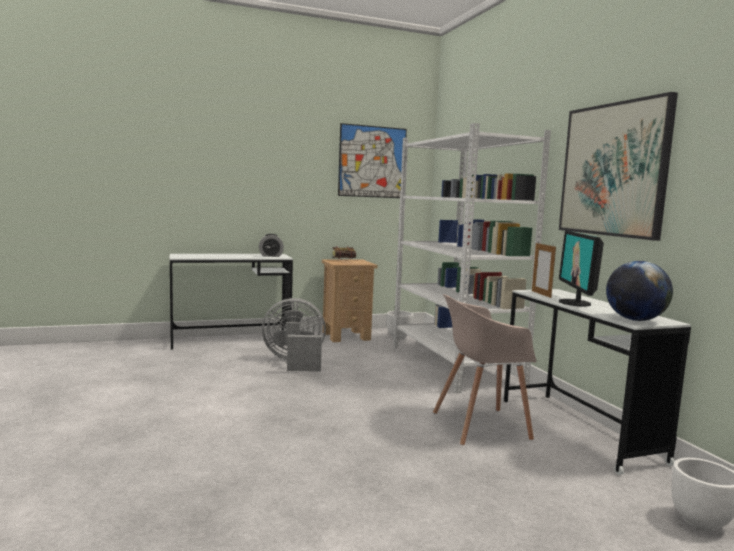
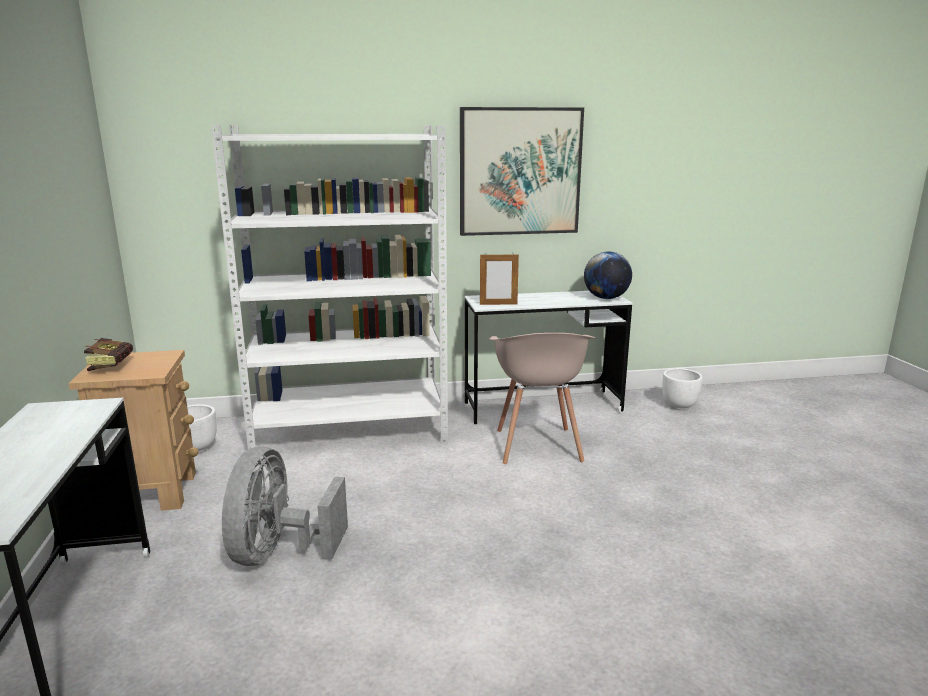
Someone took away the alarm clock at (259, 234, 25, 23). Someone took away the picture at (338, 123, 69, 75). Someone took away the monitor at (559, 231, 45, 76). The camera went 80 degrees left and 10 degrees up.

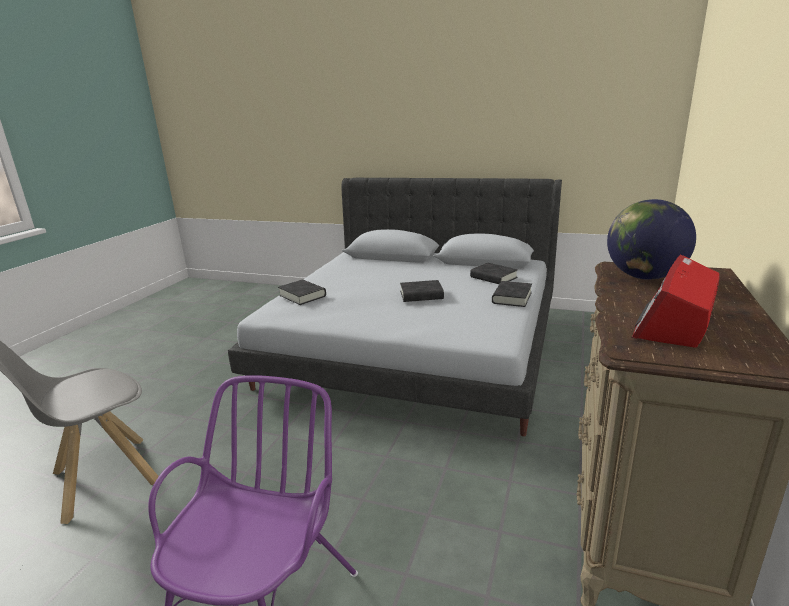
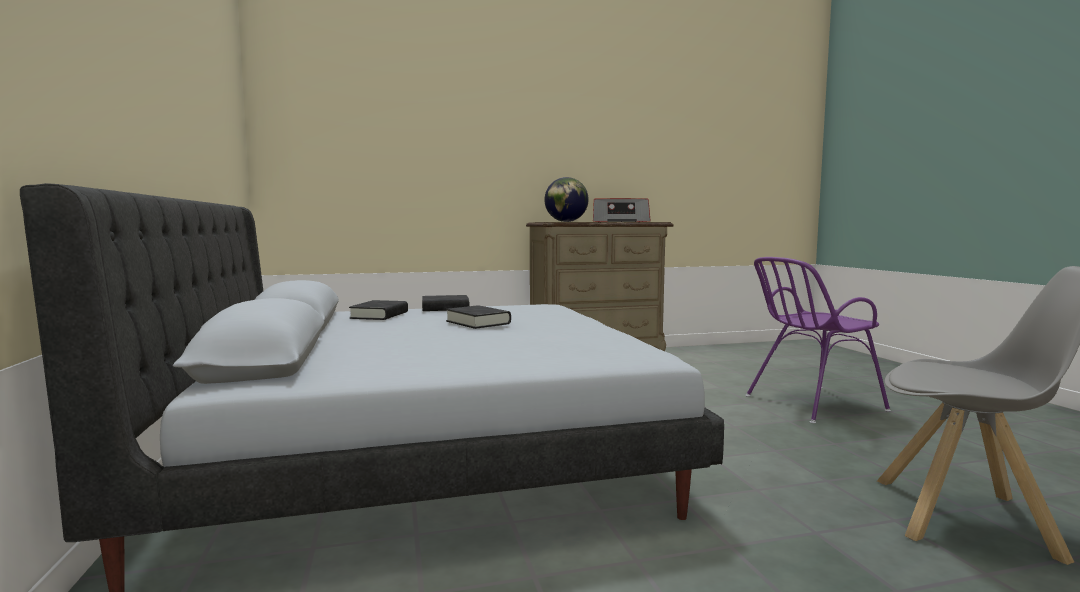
Someone took away the black book at (278, 280, 48, 25). The camera went 125 degrees left and 15 degrees down.

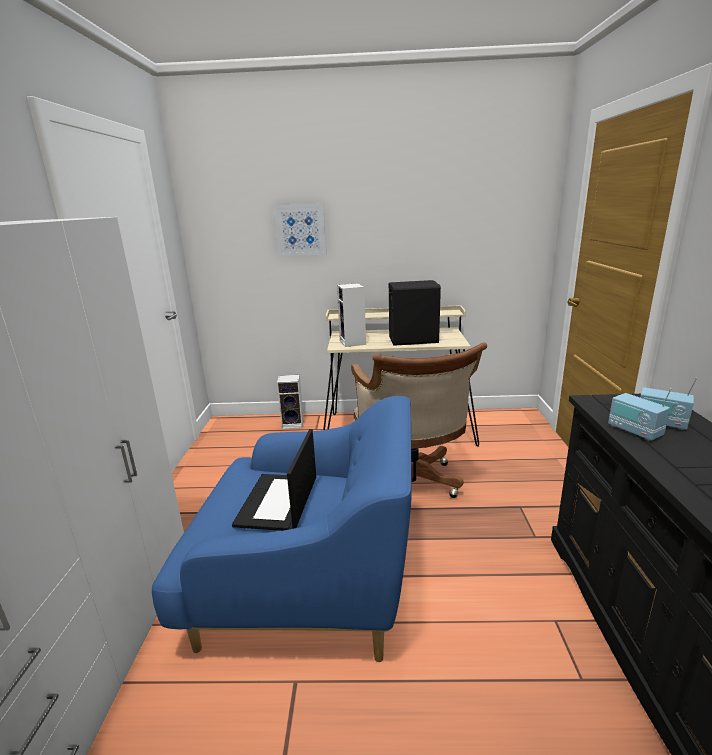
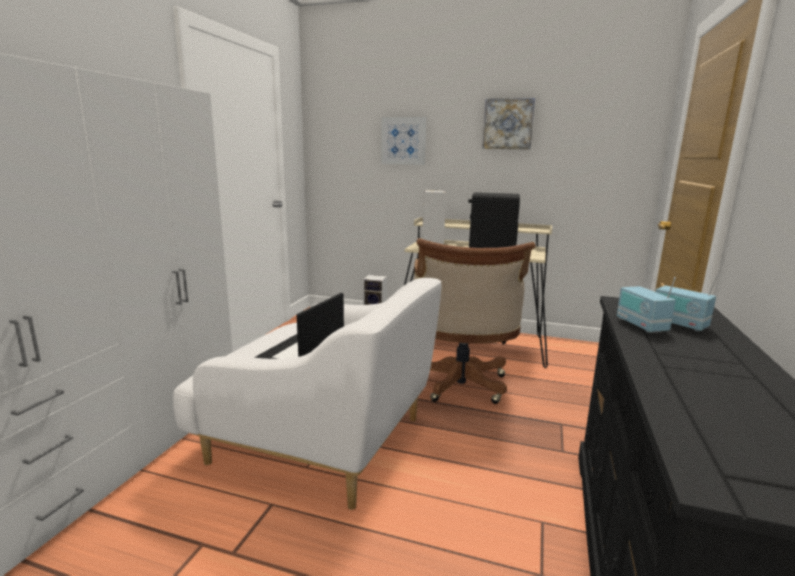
Someone put up the picture at (482, 98, 53, 52). Someone repainted the blue armchair at (152, 396, 260, 266), which became the white armchair at (173, 278, 268, 232). The camera went 15 degrees right and 5 degrees down.

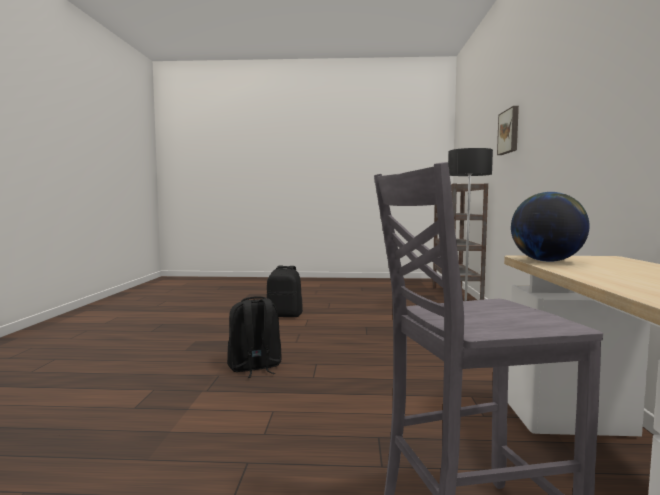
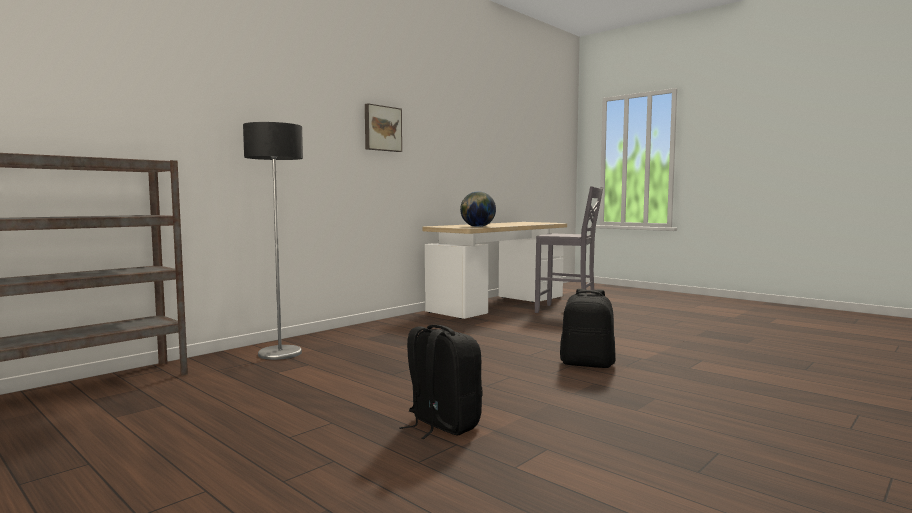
Someone carried the picture from (497, 106, 22, 49) to (365, 103, 37, 49). The camera went 140 degrees left and 0 degrees up.

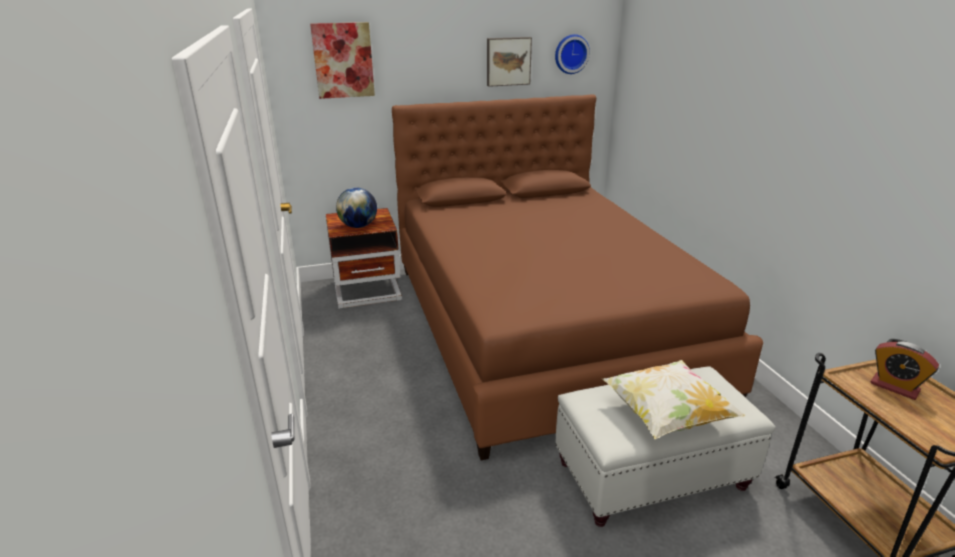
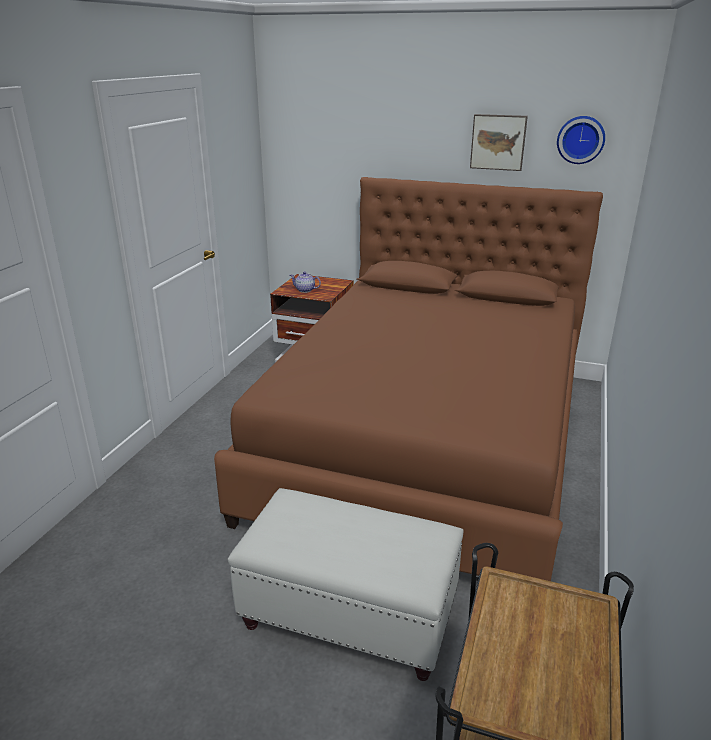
Someone took away the picture at (310, 22, 65, 77). Someone took away the pillow at (602, 360, 143, 79). Someone took away the alarm clock at (870, 341, 69, 59). Someone swapped the globe at (336, 187, 41, 41) for the teapot at (290, 272, 31, 21). The camera went 35 degrees right and 0 degrees up.

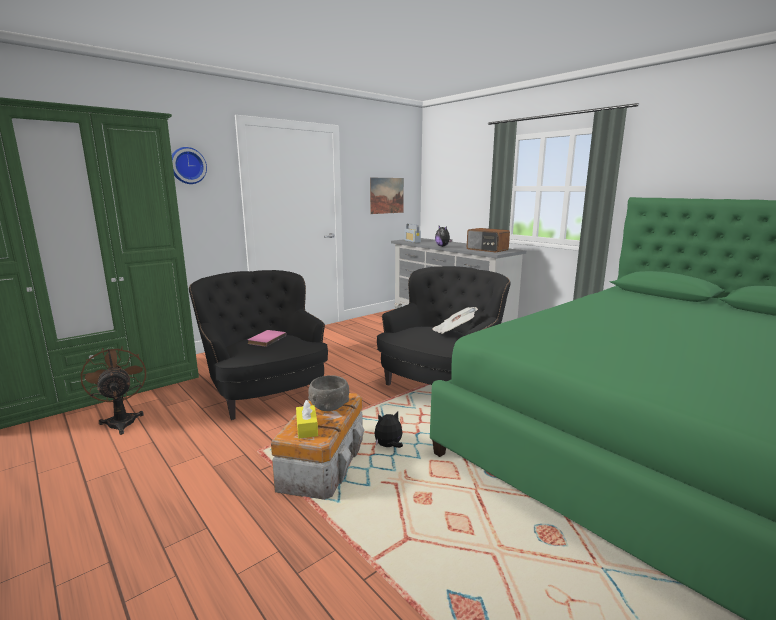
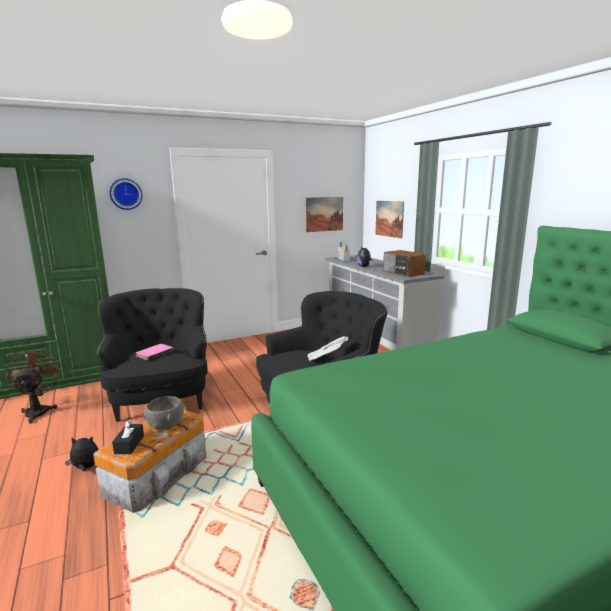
Someone put up the picture at (375, 201, 29, 38). Someone carried the plush toy from (374, 411, 29, 37) to (65, 436, 34, 35). Someone repainted the yellow tissue box at (296, 400, 22, 38), which became the black tissue box at (112, 419, 32, 35). The camera went 15 degrees right and 0 degrees up.

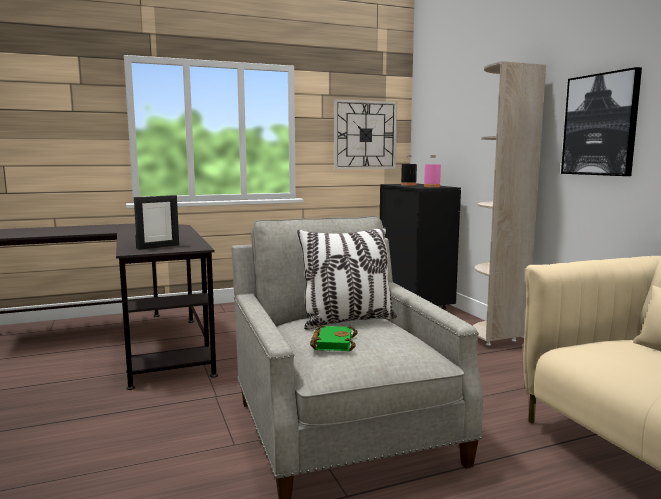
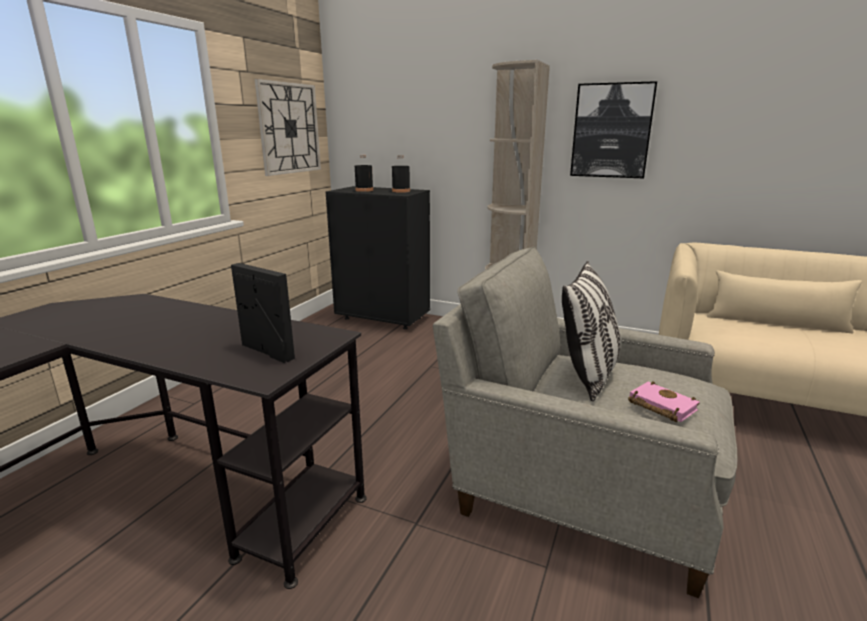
Someone repainted the green book at (310, 325, 48, 26), which became the pink book at (628, 381, 72, 41). Someone repainted the pink bottle at (424, 155, 17, 32), which became the black bottle at (392, 155, 18, 38). Someone rotated the picture frame at (134, 195, 45, 55) by 60 degrees counterclockwise. The camera went 45 degrees left and 10 degrees up.

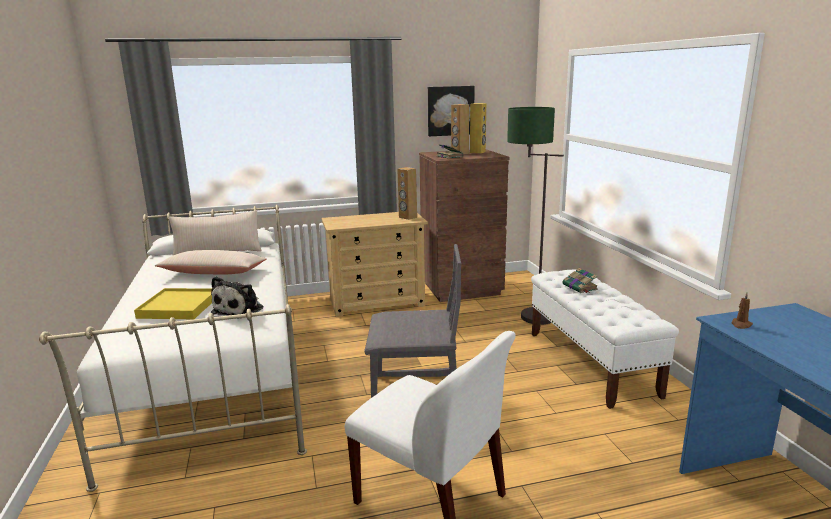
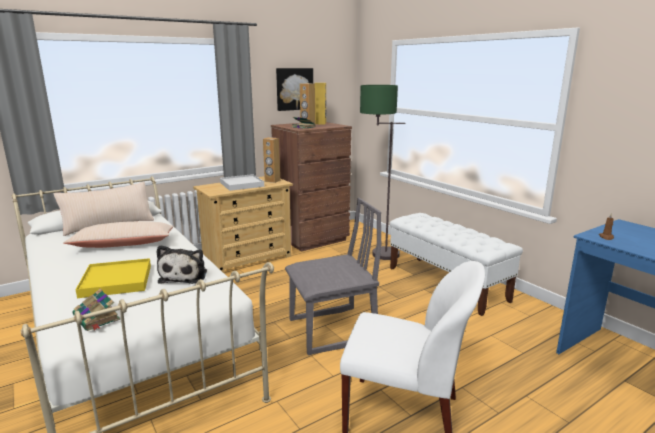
Someone put down the white tray at (220, 174, 44, 17). Someone carried the book from (562, 268, 36, 25) to (73, 288, 47, 43). The camera went 20 degrees left and 0 degrees up.

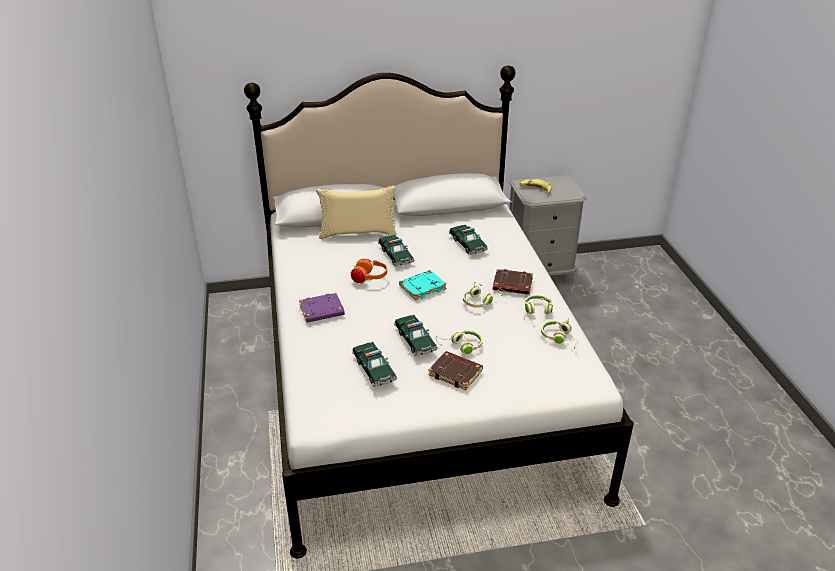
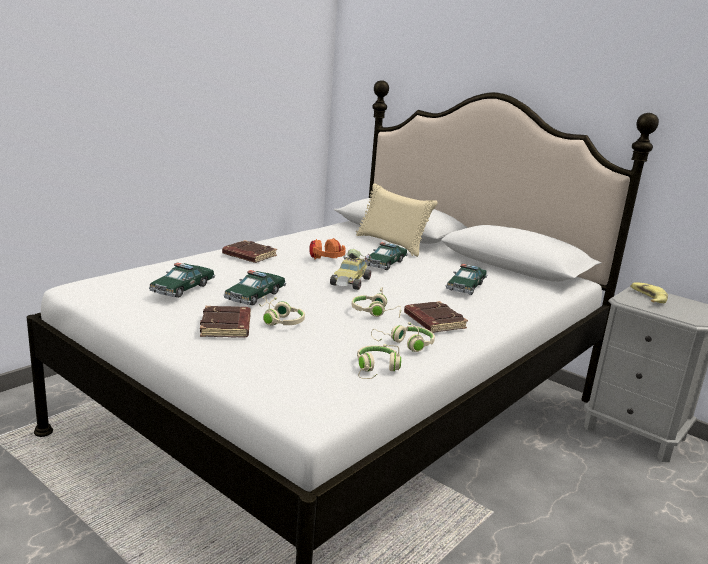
Someone swapped the turquoise book at (399, 270, 48, 31) for the toy car at (330, 249, 41, 41). Someone repainted the purple book at (299, 293, 46, 30), which became the brown book at (222, 240, 55, 23). The camera went 50 degrees right and 15 degrees down.

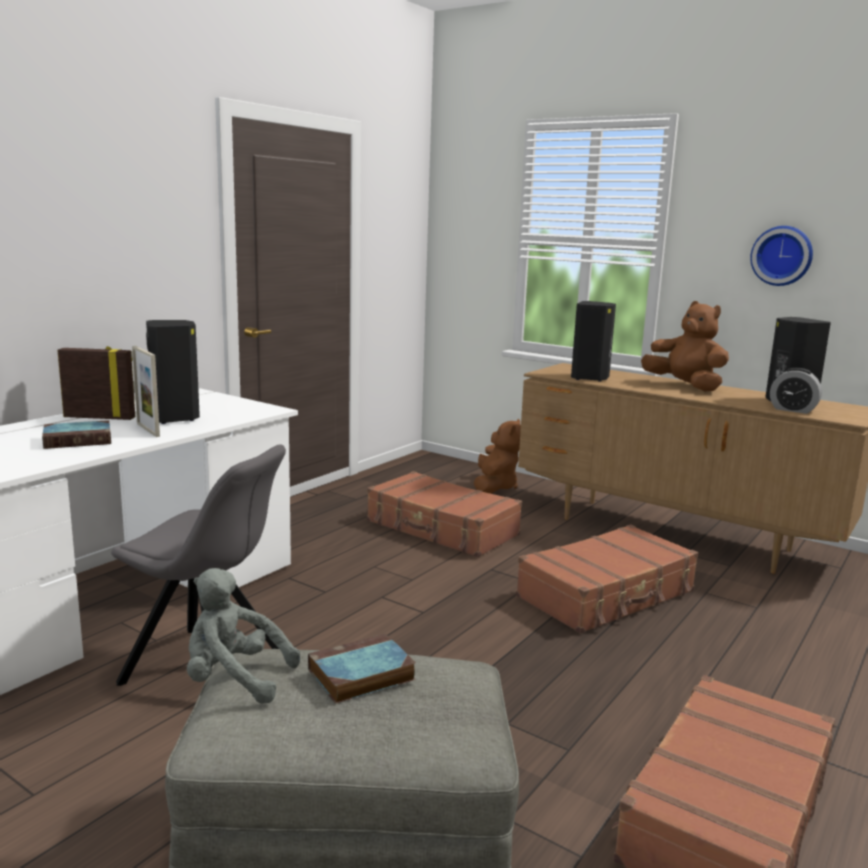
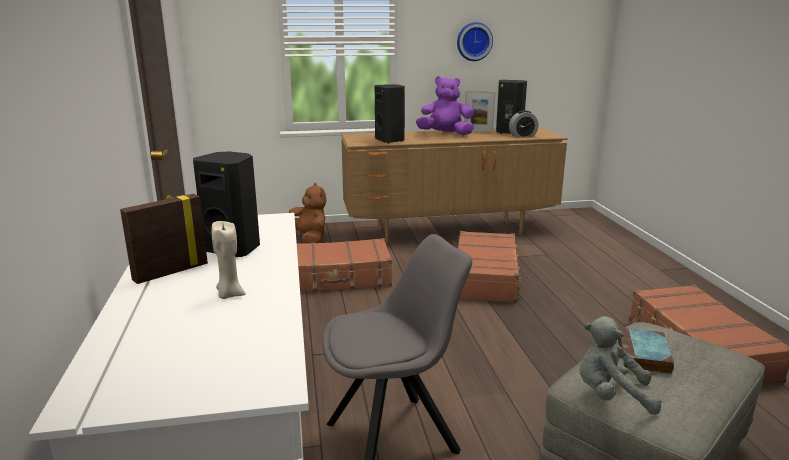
Someone carried the picture frame from (132, 346, 28, 91) to (464, 91, 31, 42). Someone swapped the book at (42, 420, 69, 29) for the beige candle at (212, 221, 34, 78). Someone repainted the brown plush toy at (641, 301, 88, 90), which became the purple plush toy at (416, 76, 58, 59). Someone rotated the grey plush toy at (187, 568, 113, 136) by 45 degrees clockwise. The camera went 45 degrees left and 5 degrees up.

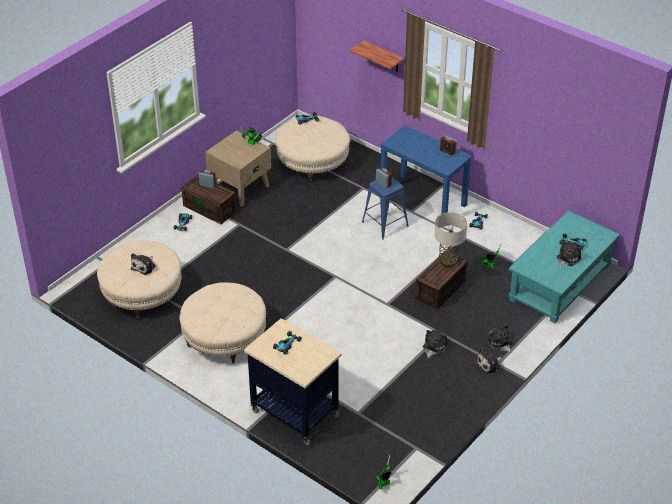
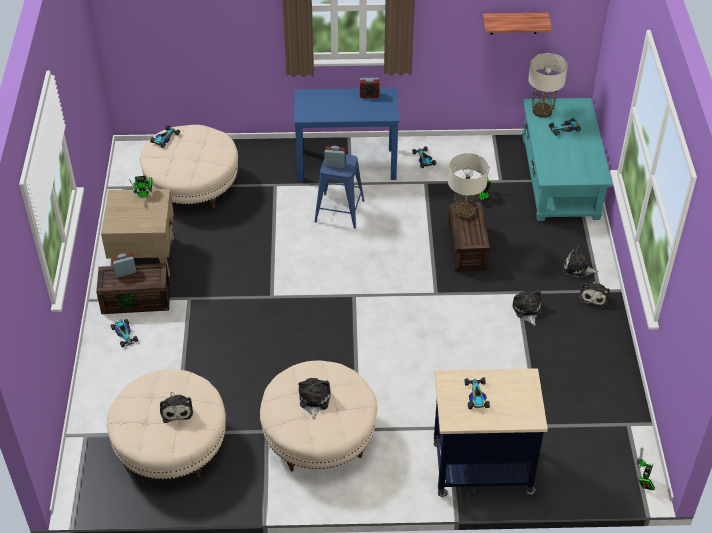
Someone put down the table lamp at (528, 53, 40, 65). Someone carried the shelf from (350, 40, 54, 32) to (483, 13, 69, 22). Someone carried the plush toy from (557, 241, 24, 27) to (298, 378, 33, 42). The camera went 40 degrees left and 5 degrees up.

